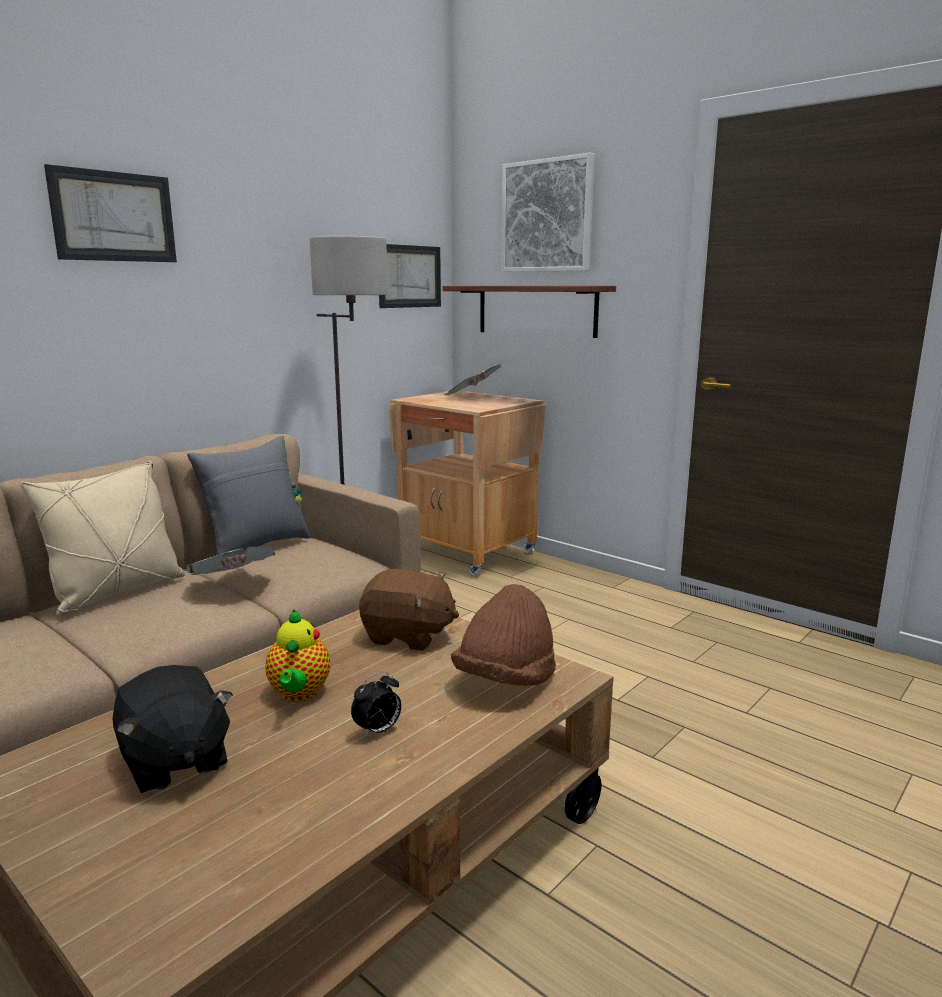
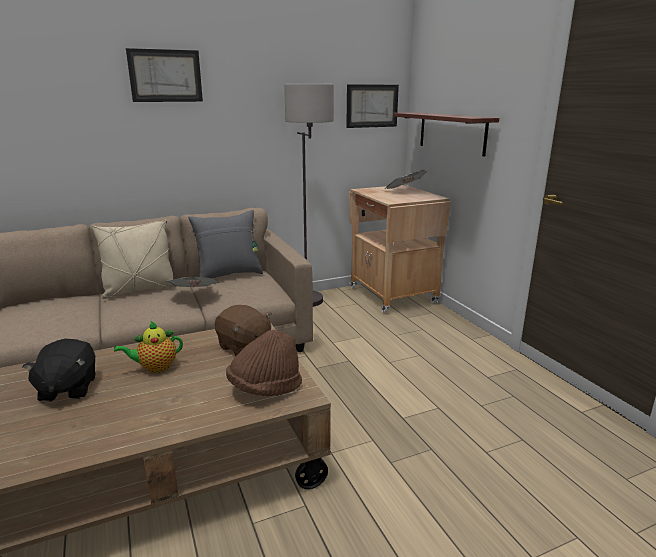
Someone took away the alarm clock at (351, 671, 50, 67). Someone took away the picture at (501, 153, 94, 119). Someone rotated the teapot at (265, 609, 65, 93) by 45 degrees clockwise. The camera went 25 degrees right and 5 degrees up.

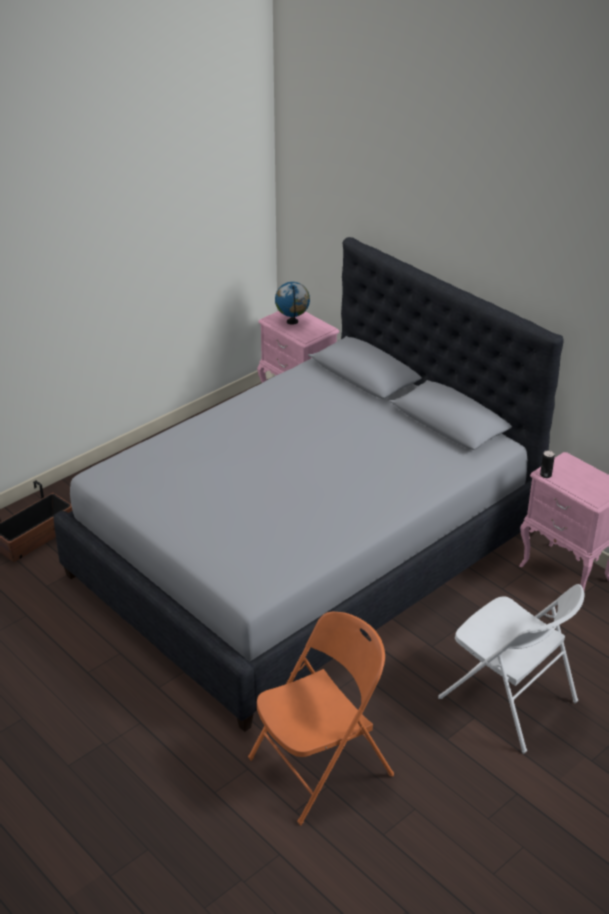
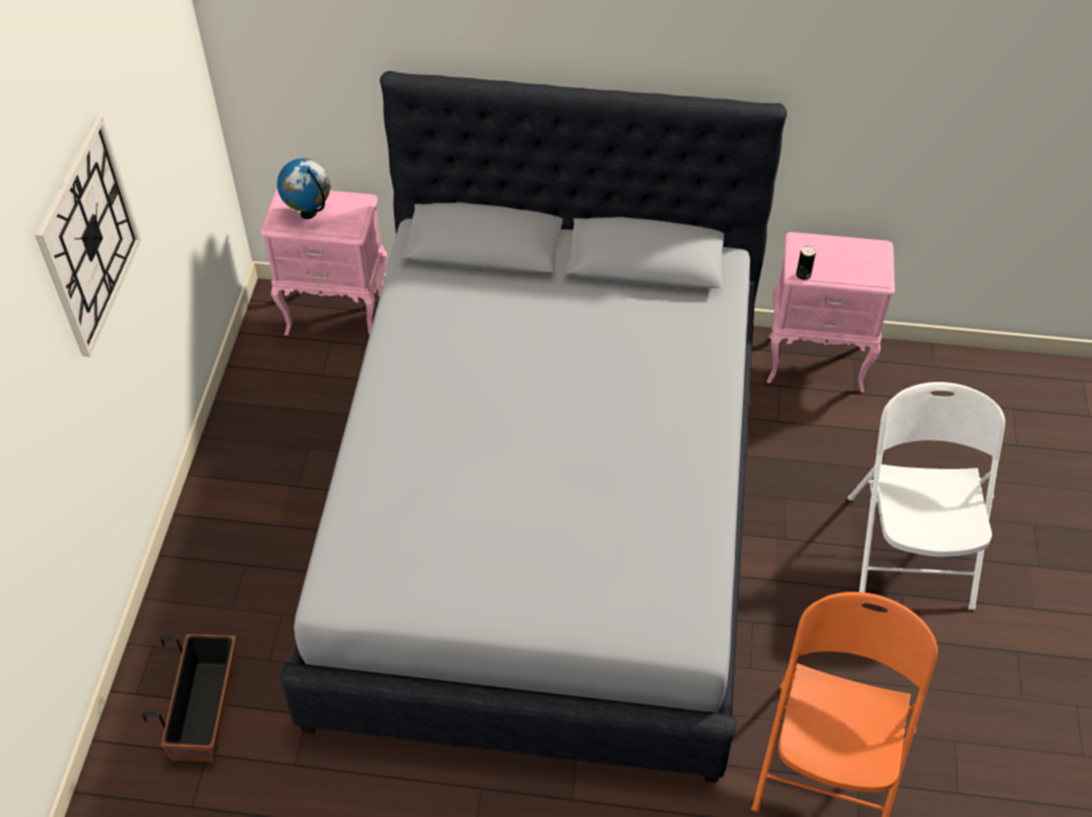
Someone put up the wall clock at (35, 117, 106, 240). Someone rotated the white chair at (438, 584, 147, 170) by 90 degrees counterclockwise. The camera went 40 degrees left and 15 degrees up.

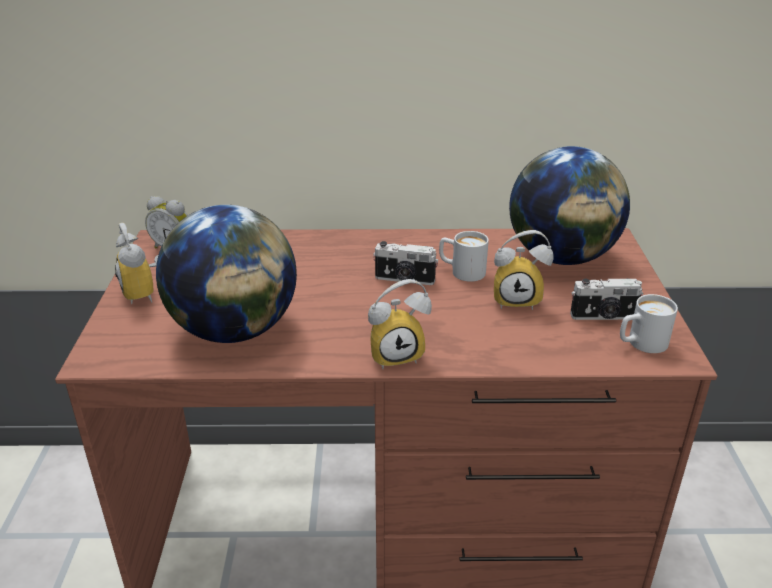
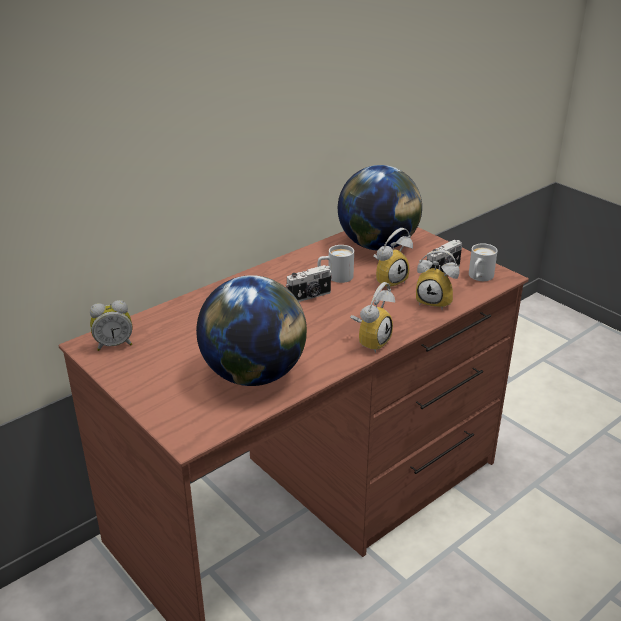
Someone carried the alarm clock from (115, 223, 43, 81) to (416, 250, 43, 60). The camera went 40 degrees left and 0 degrees up.

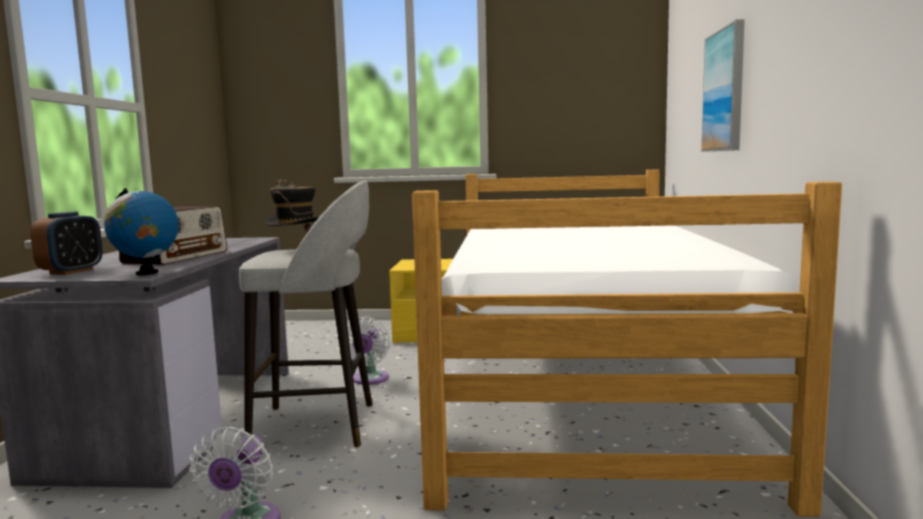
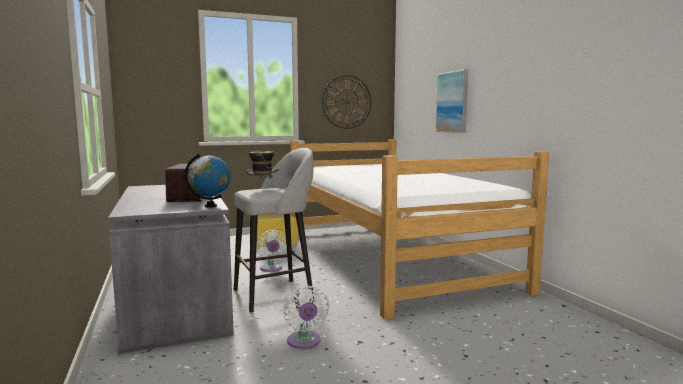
Someone took away the alarm clock at (30, 212, 73, 63). Someone put up the wall clock at (322, 75, 49, 54). The camera went 25 degrees left and 0 degrees up.

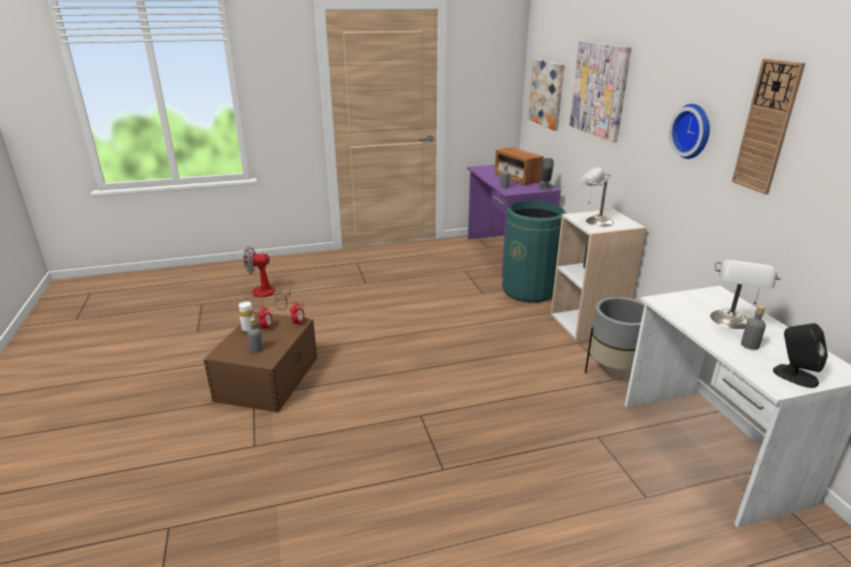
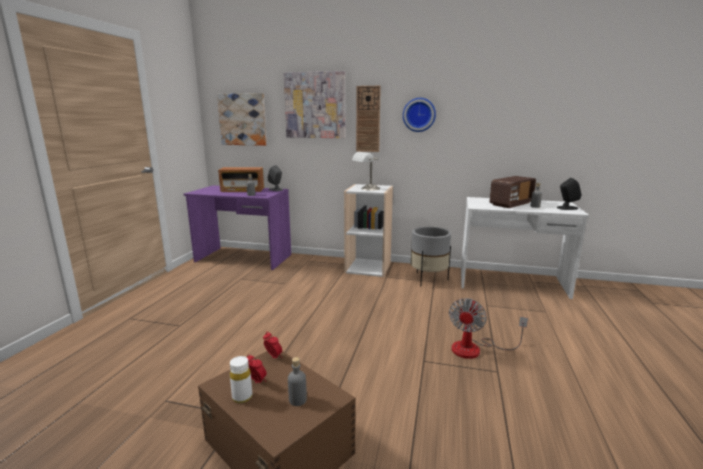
Someone took away the green trash can at (502, 201, 64, 102). Someone carried the fan from (243, 246, 48, 64) to (449, 298, 79, 61). Someone carried the wall clock from (732, 58, 73, 137) to (356, 86, 25, 66). Someone swapped the white table lamp at (710, 260, 70, 69) for the radio at (489, 176, 47, 32). The camera went 60 degrees left and 10 degrees down.

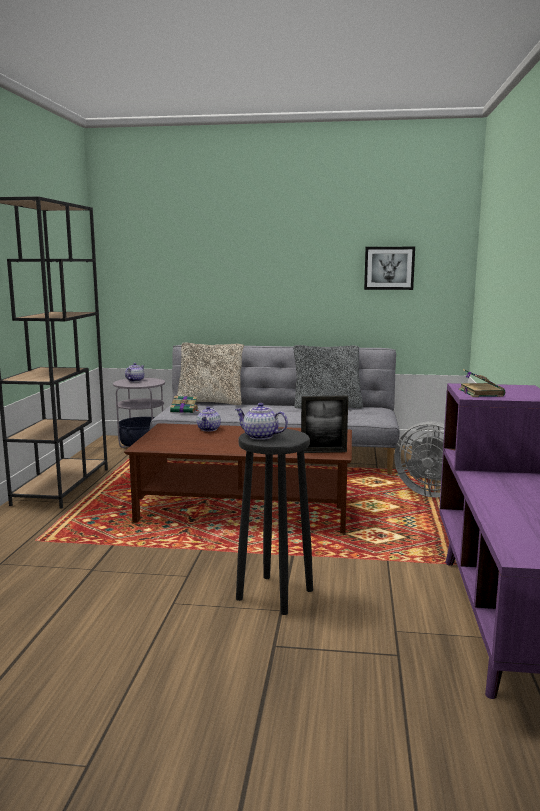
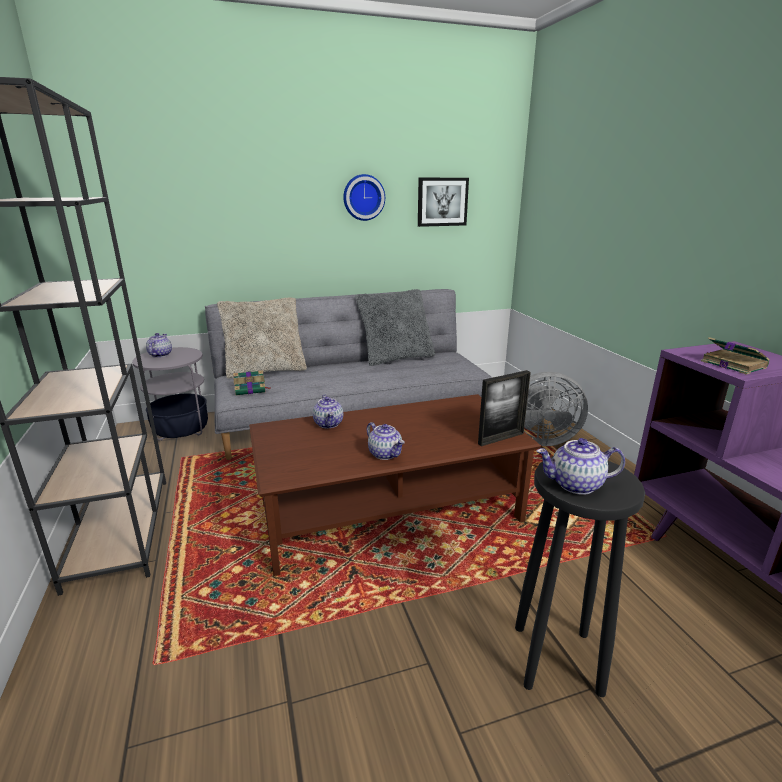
Someone put up the wall clock at (343, 174, 42, 47). Someone put down the teapot at (367, 422, 38, 38). The camera went 25 degrees left and 10 degrees up.

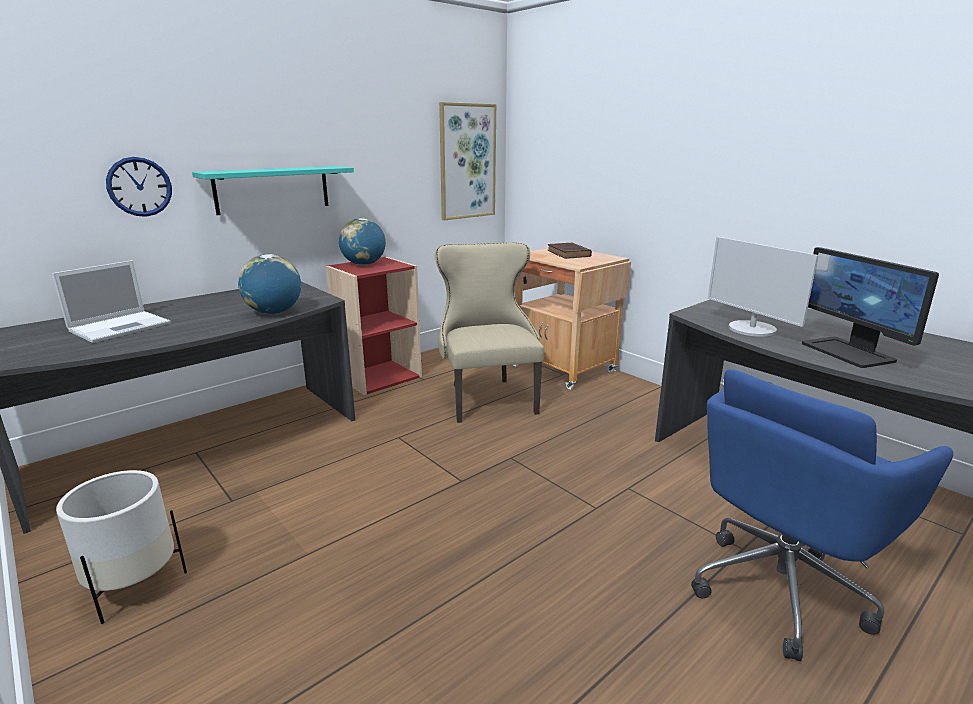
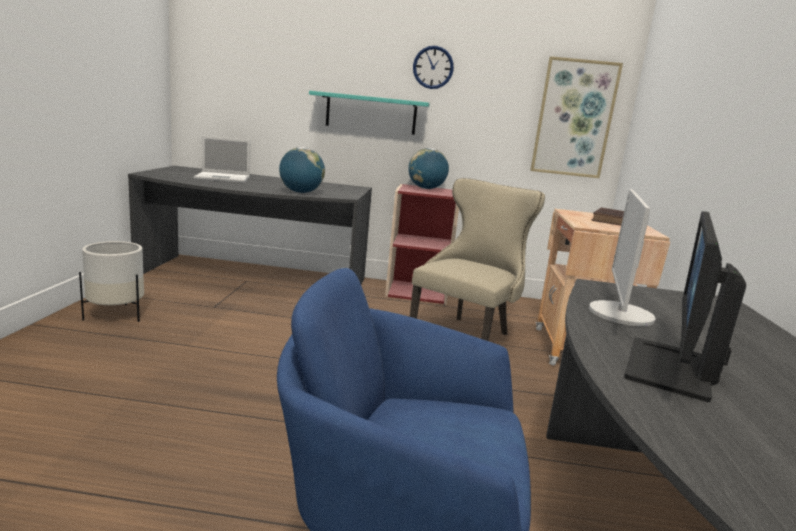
Someone carried the wall clock from (106, 157, 66, 60) to (413, 46, 41, 43). The camera went 45 degrees right and 5 degrees down.

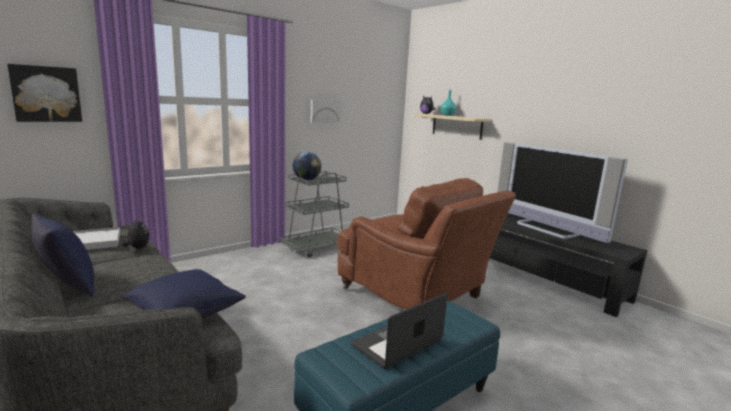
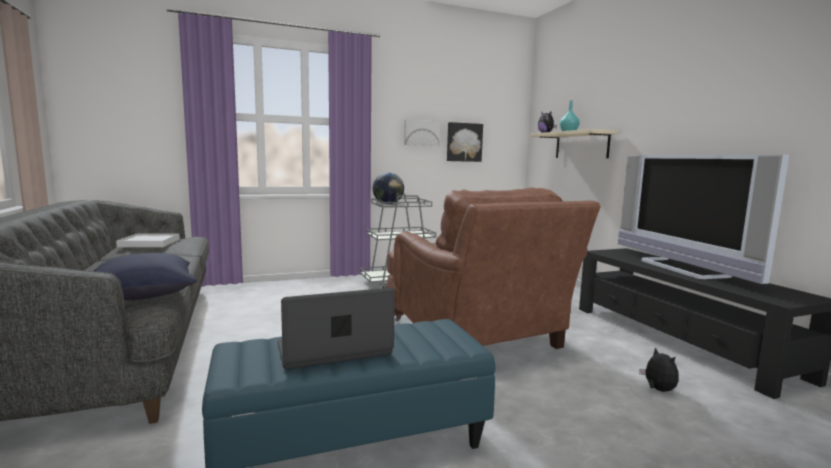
Someone took away the blue pillow at (31, 213, 63, 83). Someone carried the picture from (7, 64, 75, 58) to (447, 122, 36, 40). Someone carried the plush toy from (122, 218, 28, 31) to (640, 347, 39, 45). The camera went 20 degrees right and 5 degrees down.

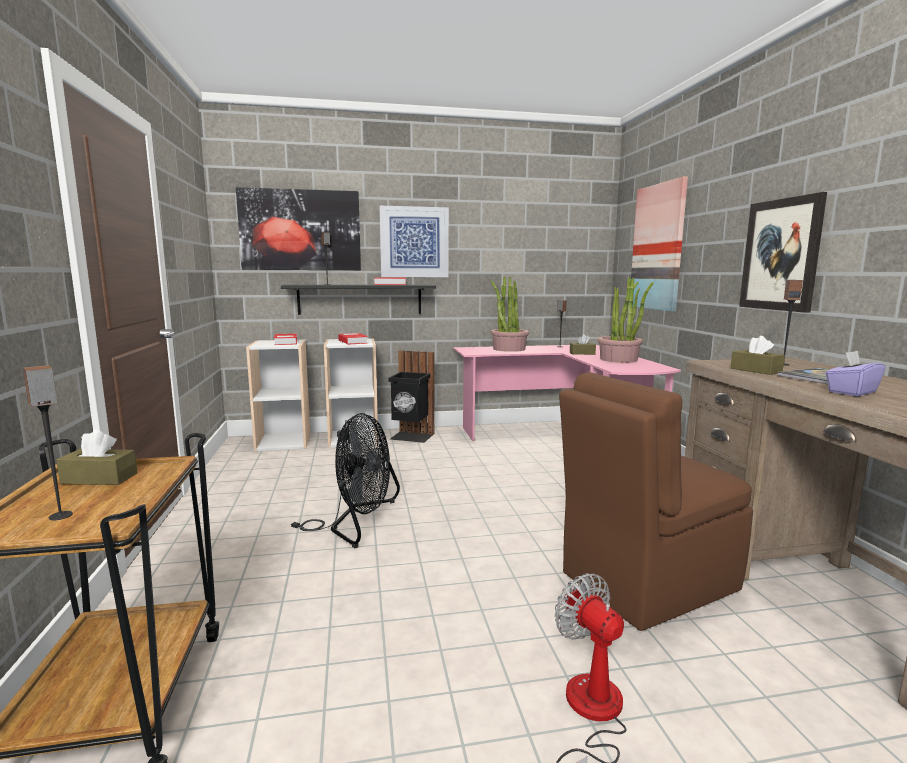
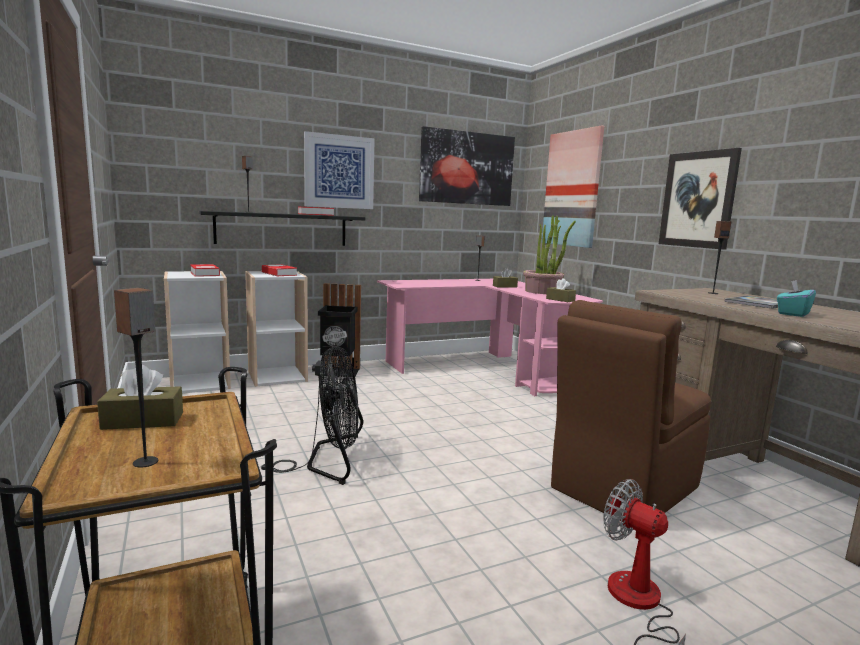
Someone took away the potted plant at (490, 276, 39, 76). Someone carried the picture from (236, 187, 125, 83) to (419, 126, 96, 80). Someone carried the brown tissue box from (730, 336, 55, 39) to (546, 278, 30, 24). Someone repainted the purple tissue box at (825, 351, 60, 45), which became the turquoise tissue box at (777, 280, 39, 37). The camera went 15 degrees left and 0 degrees up.

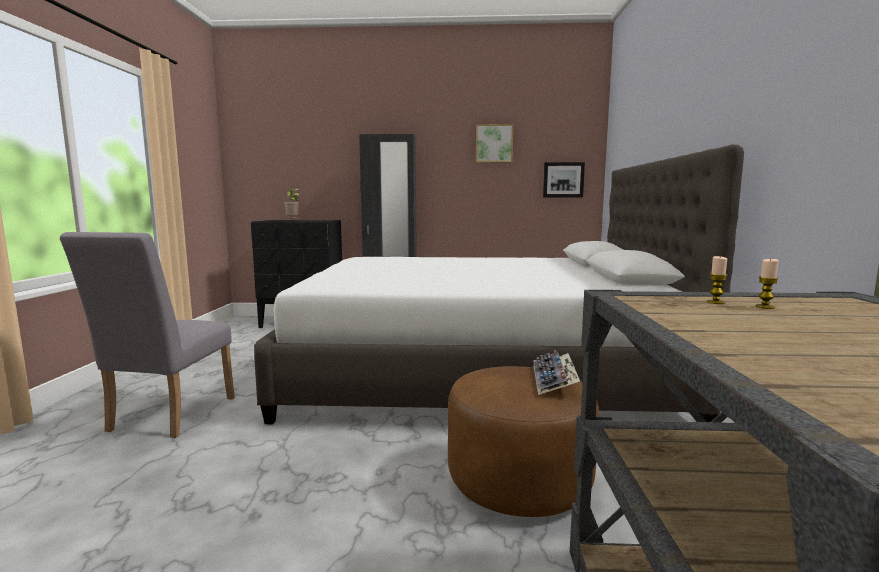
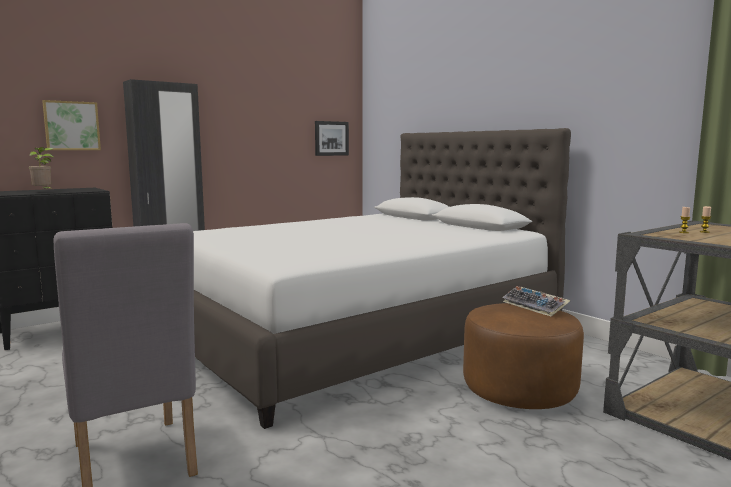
Someone carried the picture from (476, 124, 37, 39) to (42, 100, 59, 50). The camera went 40 degrees left and 0 degrees up.

